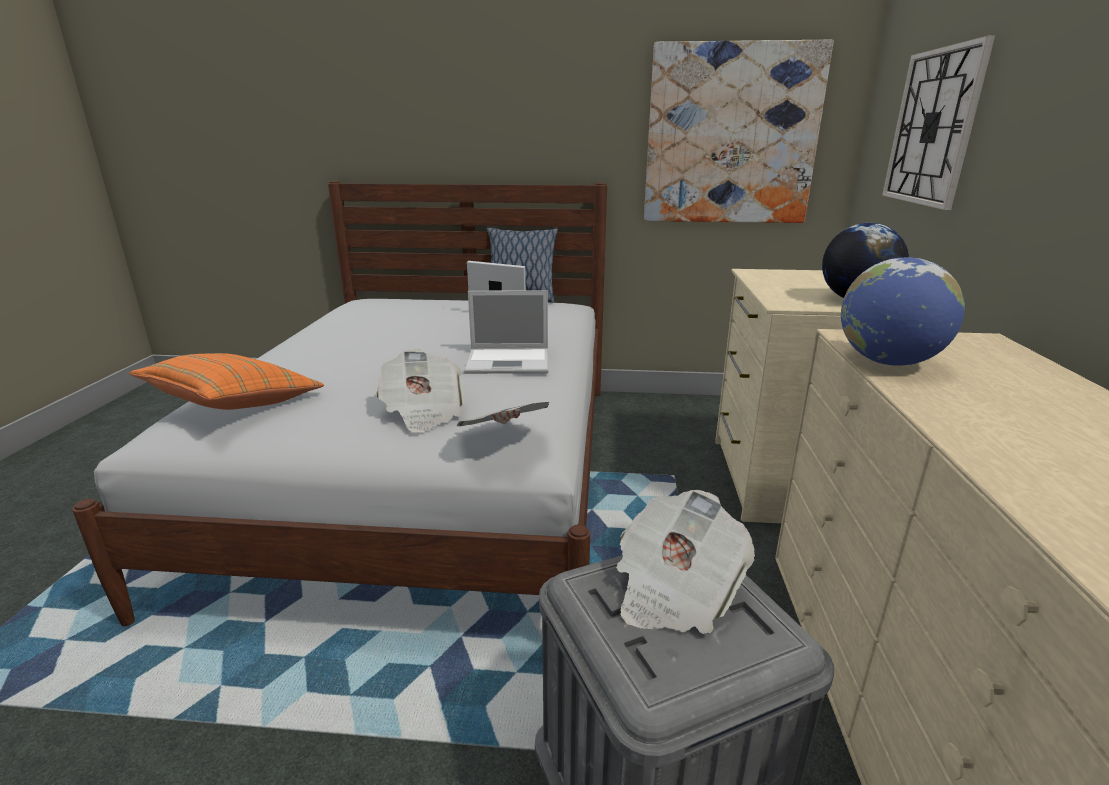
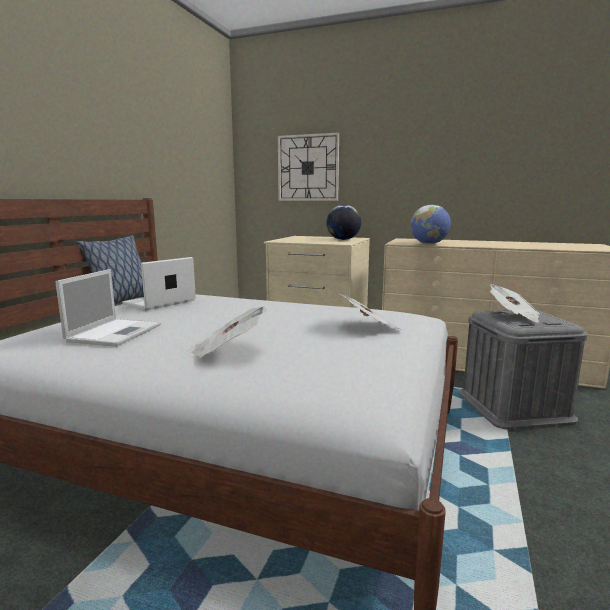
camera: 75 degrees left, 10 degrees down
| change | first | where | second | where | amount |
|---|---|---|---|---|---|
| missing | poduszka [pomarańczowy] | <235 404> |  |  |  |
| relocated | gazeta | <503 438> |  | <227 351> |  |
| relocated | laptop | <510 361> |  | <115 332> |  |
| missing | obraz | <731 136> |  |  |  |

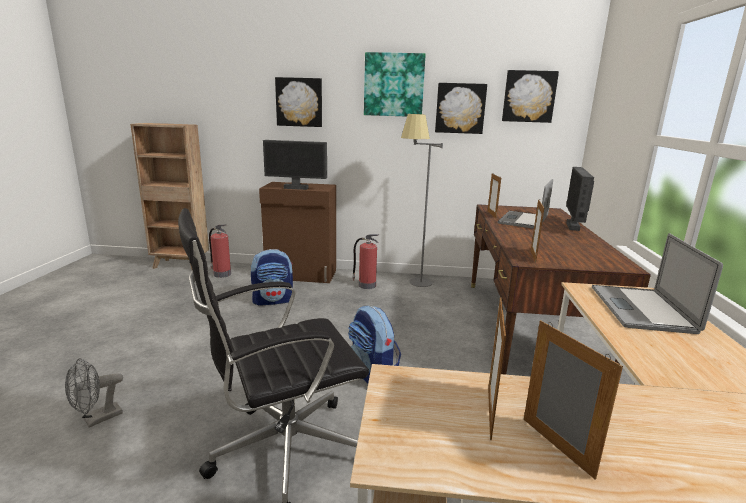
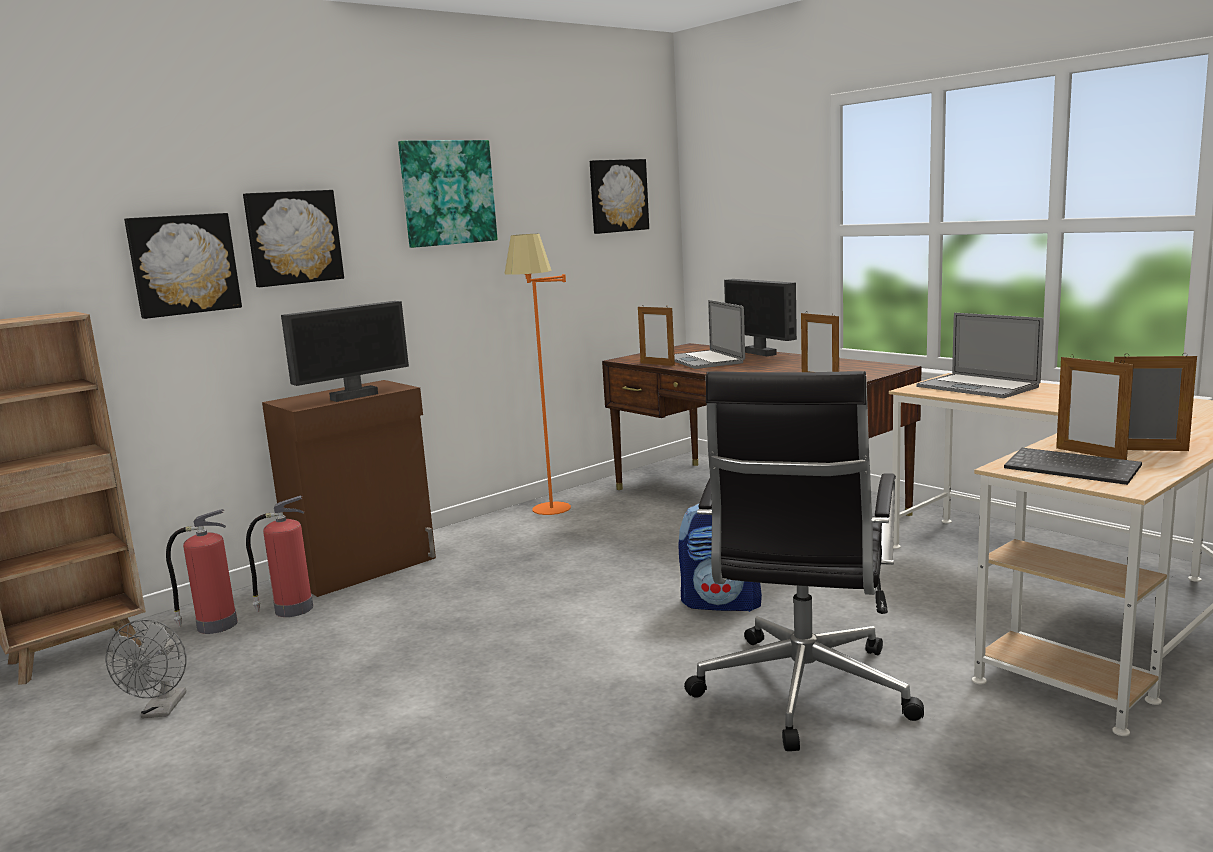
camera: 45 degrees left, 5 degrees down
| change | first | where | second | where | amount |
|---|---|---|---|---|---|
| relocated | wentylator [szary] | <97 419> |  | <161 710> |  |
| missing | plecak | <273 300> |  |  |  |
| relocated | gaśnica | <366 285> |  | <291 609> |  |
| colour | lampa stojąca [szary] | <413 285> | lampa stojąca [pomarańczowy] | <551 514> |  |
| relocated | obraz | <460 108> |  | <183 264> |  |
| appeared |  |  | klawiatura | <1073 469> |  |

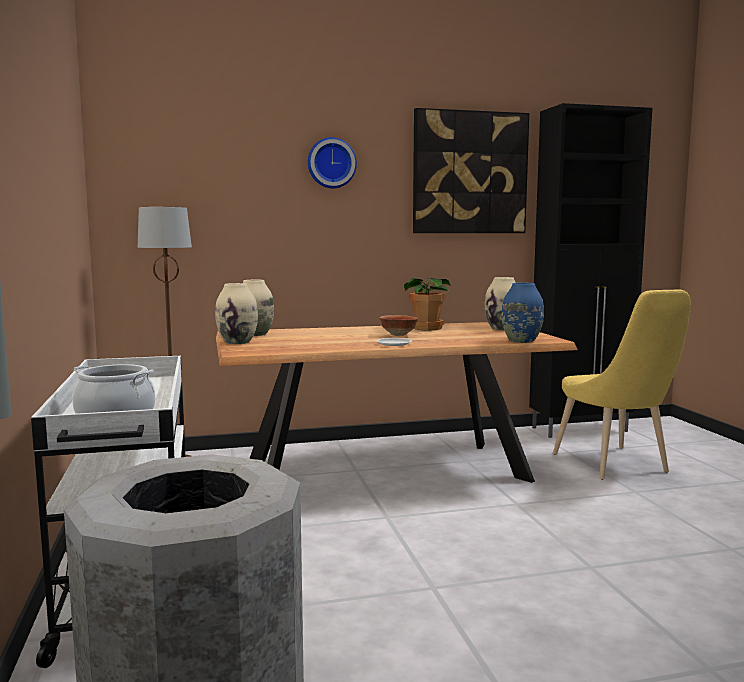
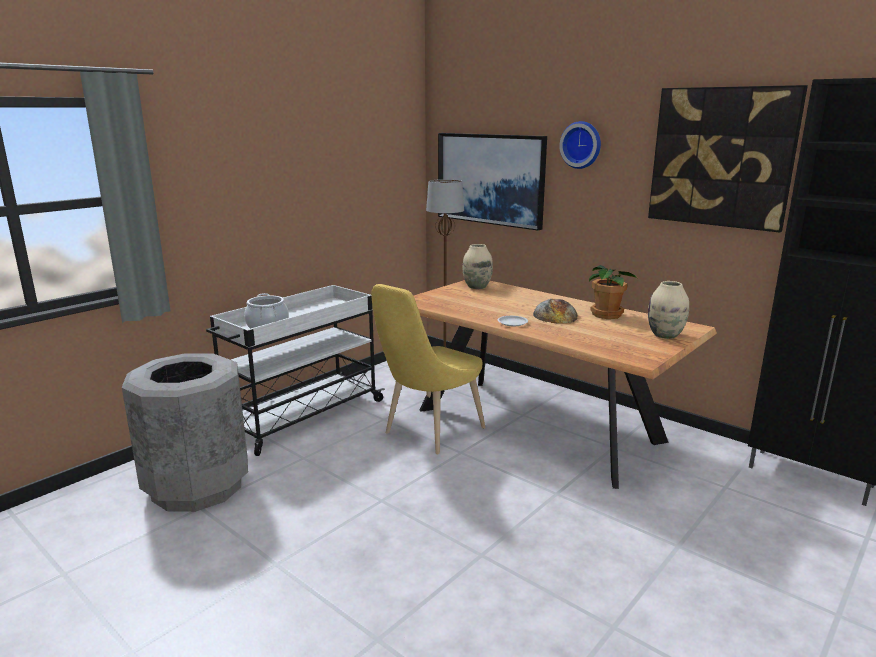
camera: 55 degrees right, 10 degrees up
| change | first | where | second | where | amount |
|---|---|---|---|---|---|
| missing | wazon [beżowy] | <237 342> |  |  |  |
| exchanged | miska | <398 335> | chleb | <555 315> |  |
| missing | wazon [niebieski] | <521 341> |  |  |  |
| relocated | krzesło [żółty] | <615 465> |  | <429 433> |  |
| appeared |  |  | obraz | <490 179> |  |

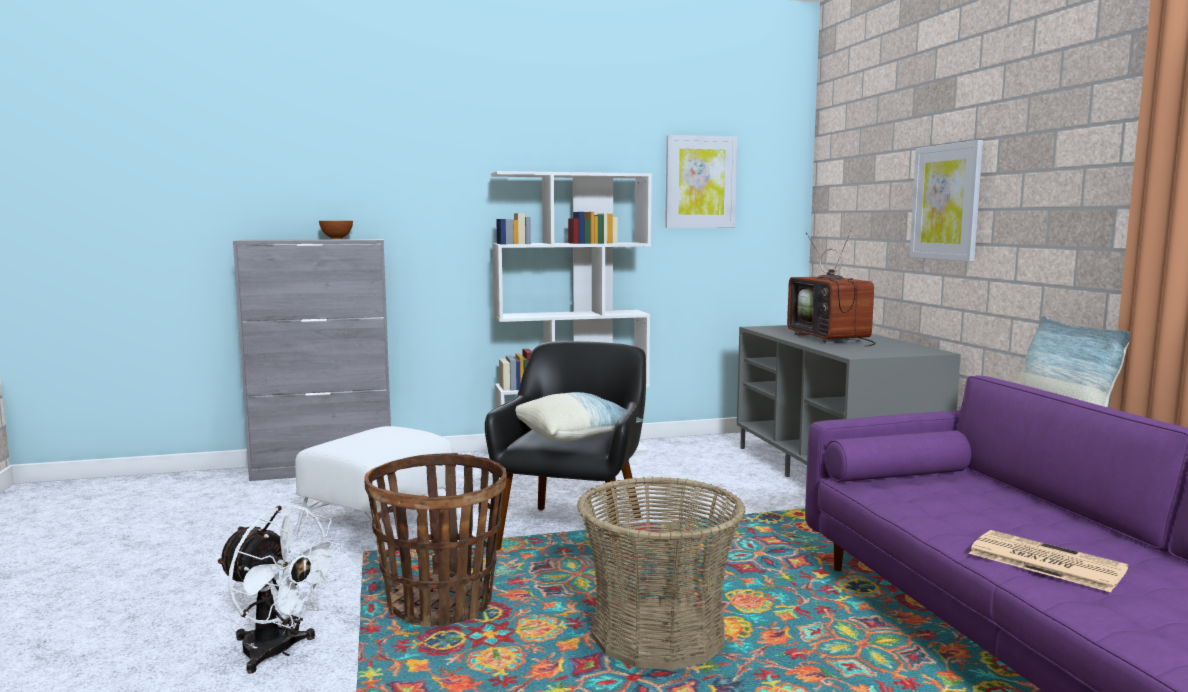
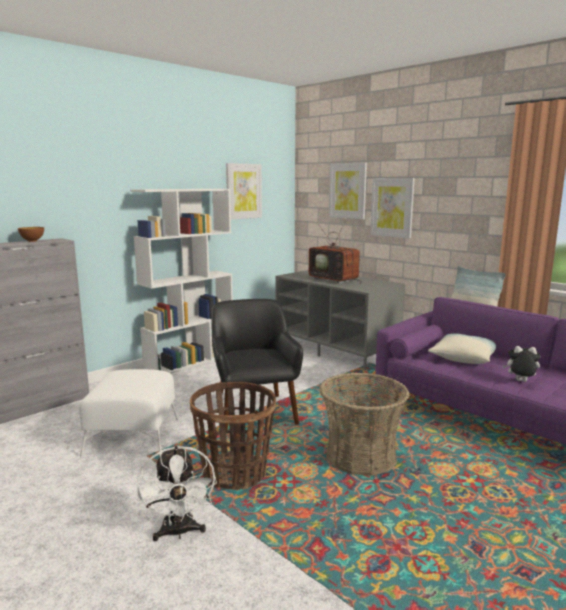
camera: 30 degrees left, 5 degrees up
| change | first | where | second | where | amount |
|---|---|---|---|---|---|
| spun | wentylator [biały] | <278 652> |  | <179 532> | 75 degrees clockwise |
| relocated | poduszka | <575 434> |  | <463 358> |  |
| exchanged | gazeta | <1043 561> | pluszak | <520 381> |  |
| appeared |  |  | obraz | <348 190> |  |

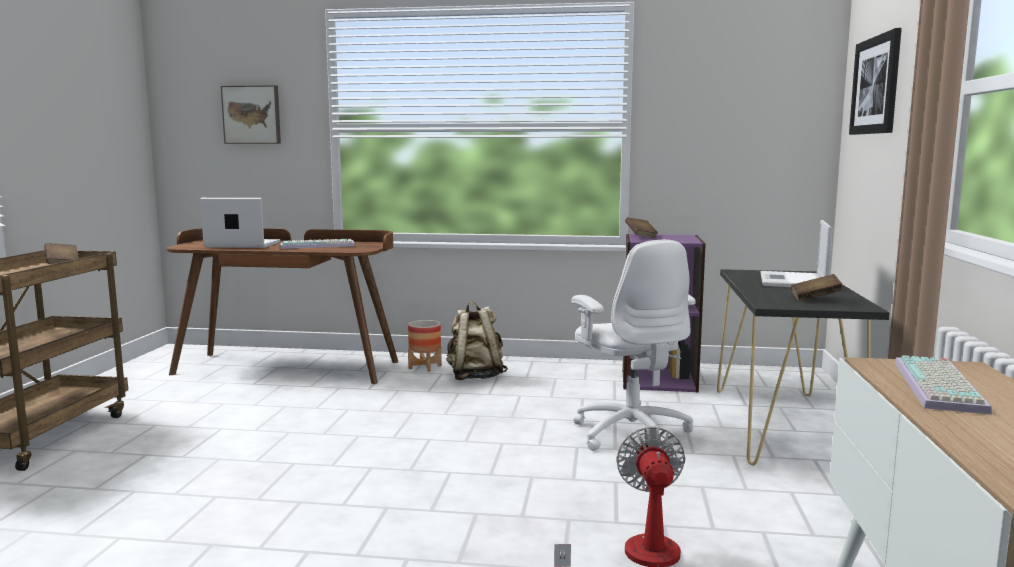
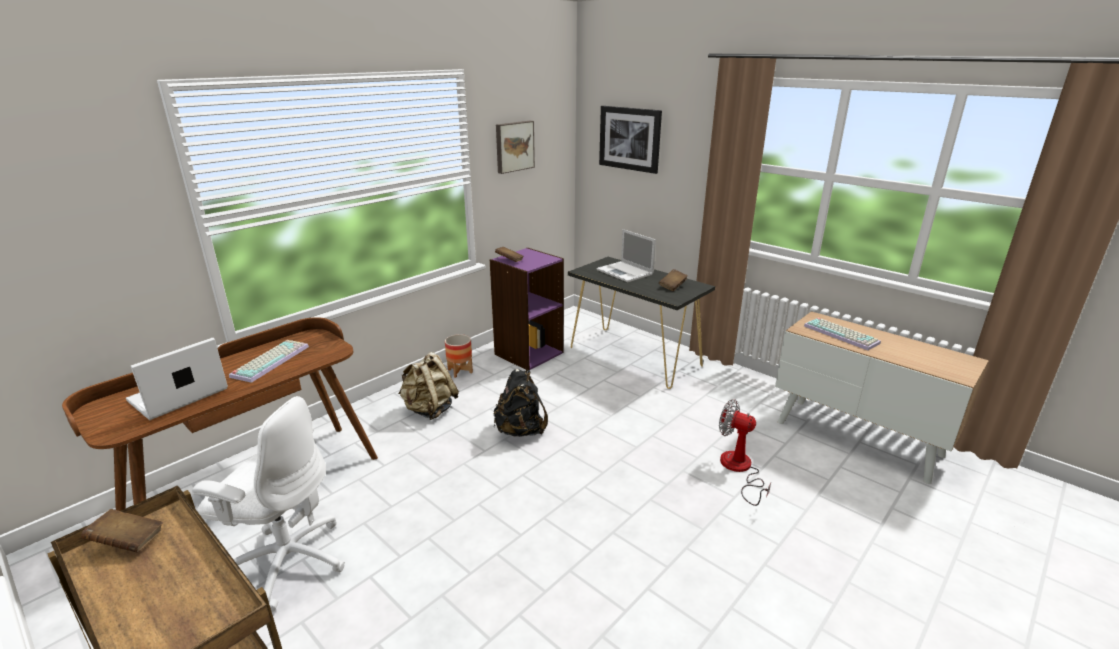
camera: 55 degrees left, 15 degrees up
| change | first | where | second | where | amount |
|---|---|---|---|---|---|
| relocated | obraz | <252 115> |  | <514 146> |  |
| relocated | donica | <425 367> |  | <460 371> |  |
| relocated | krzesło biurowe [biały] | <631 433> |  | <287 561> |  |
| appeared |  |  | plecak [czarny] | <520 430> |  |

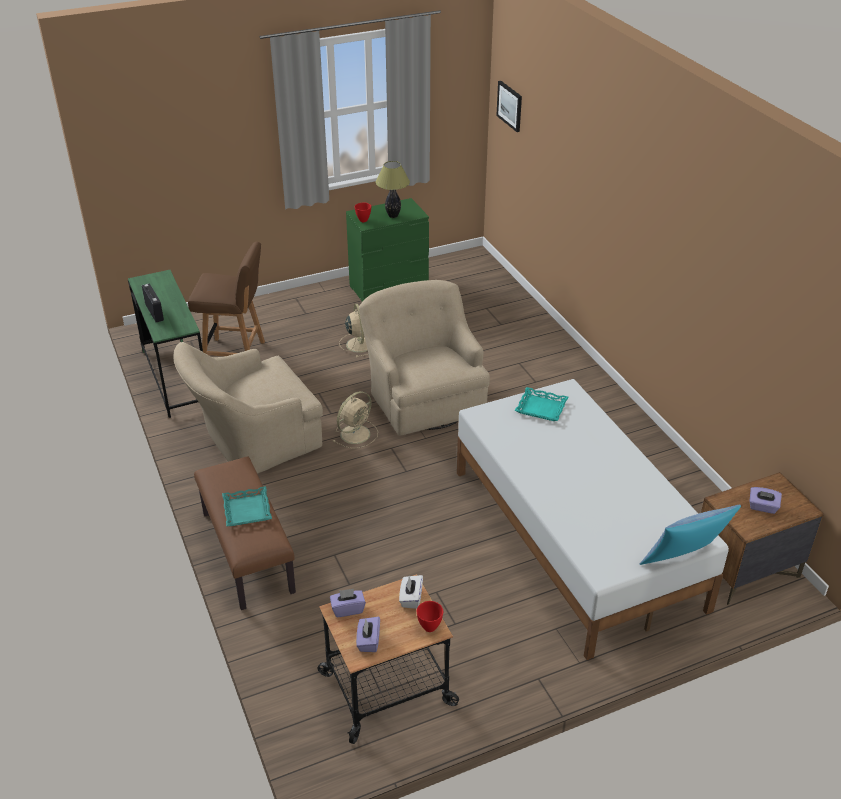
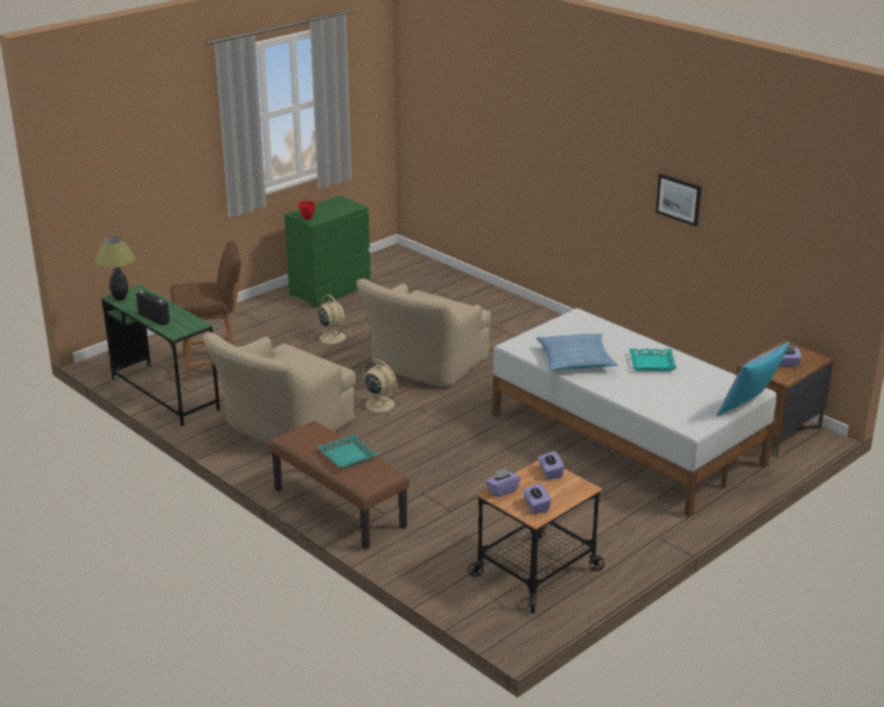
camera: 20 degrees left, 10 degrees down
| change | first | where | second | where | amount |
|---|---|---|---|---|---|
| spun | wentylator [beżowy] | <356 433> |  | <378 404> | 75 degrees counterclockwise |
| spun | fotel [beżowy] | <424 397> |  | <423 366> | 105 degrees counterclockwise |
| relocated | lampa stołowa | <393 215> |  | <120 298> |  |
| colour | pudełko chusteczek [biały] | <411 598> | pudełko chusteczek [fioletowy] | <550 473> |  |
| missing | miska [czerwony] | <429 627> |  |  |  |
| relocated | obraz | <510 106> |  | <679 199> |  |
| relocated | taca [turkusowy] | <541 408> |  | <652 363> |  |
| appeared |  |  | poduszka | <575 360> |  |

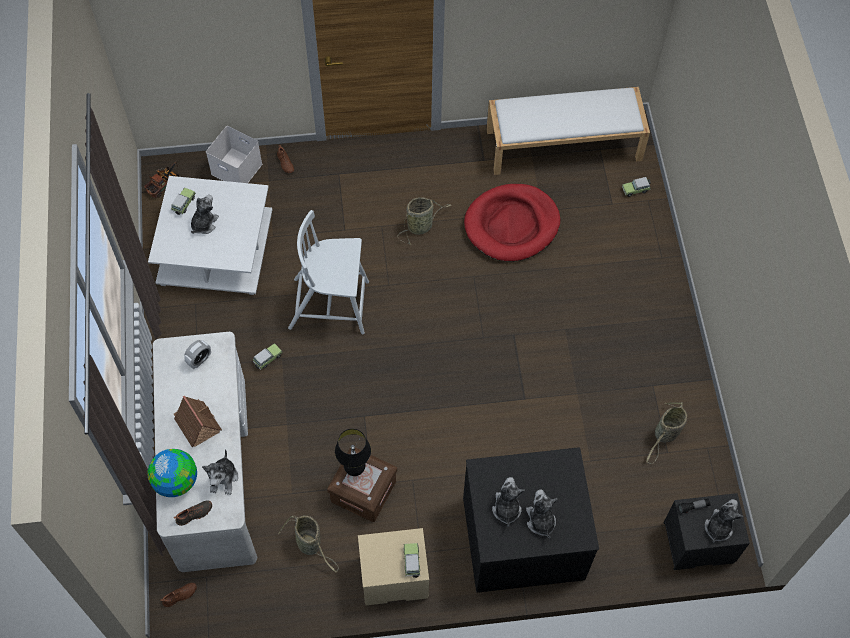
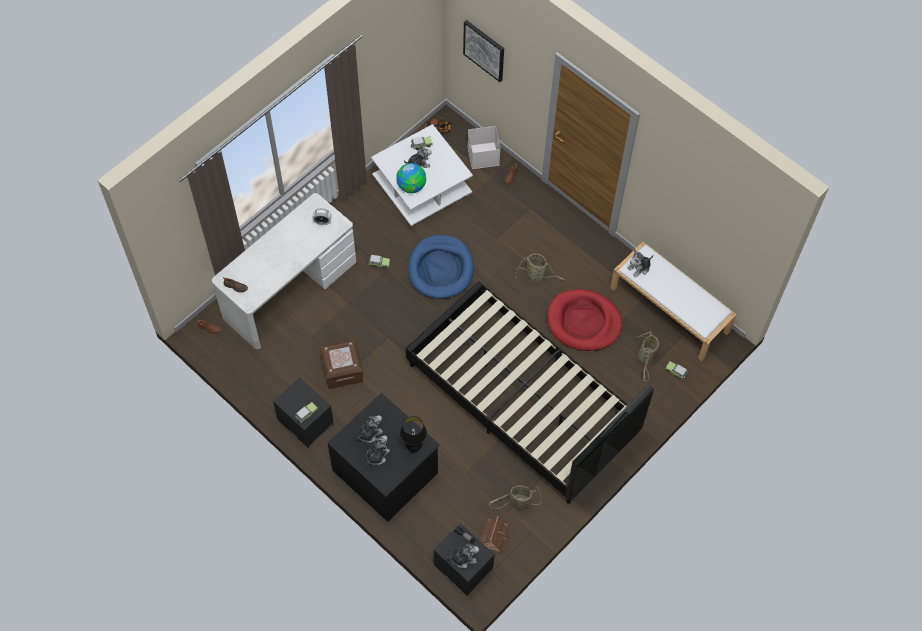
camera: 50 degrees right, 0 degrees up
| change | first | where | second | where | amount |
|---|---|---|---|---|---|
| relocated | globus | <176 481> |  | <411 186> |  |
| relocated | domek | <197 424> |  | <493 536> |  |
| relocated | pluszak | <223 478> |  | <639 268> |  |
| relocated | koszyk | <310 544> |  | <646 358> |  |
| exchanged | krzesło [biały] | <331 305> | legowisko [niebieski] | <441 269> |  |
| relocated | lampa stołowa [czarny] | <355 469> |  | <414 447> |  |
| colour | szafka nocna [beżowy] | <393 578> | szafka nocna [czarny] | <305 422> |  |
| appeared |  |  | łóżko [czarny] | <522 400> |  |
| appeared |  |  | obraz | <484 50> |  |

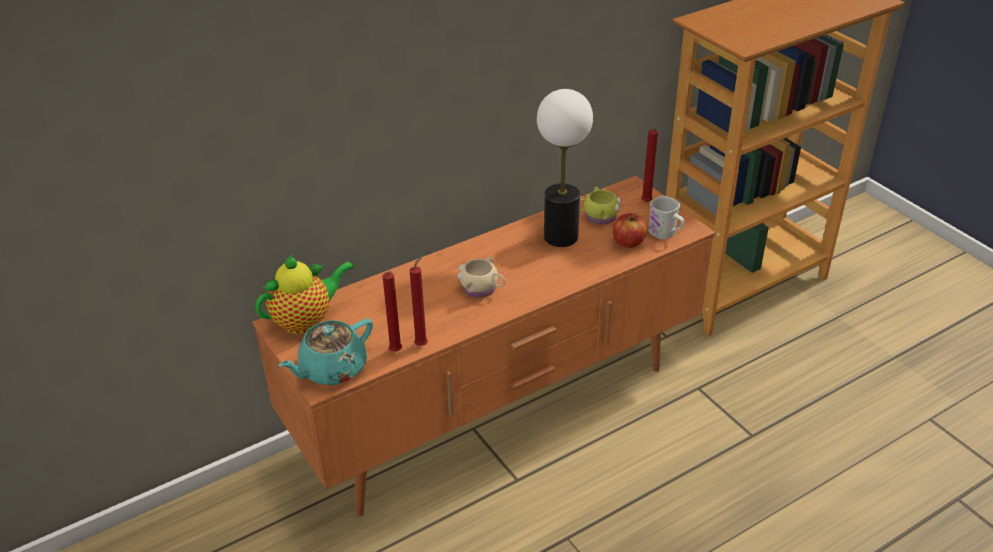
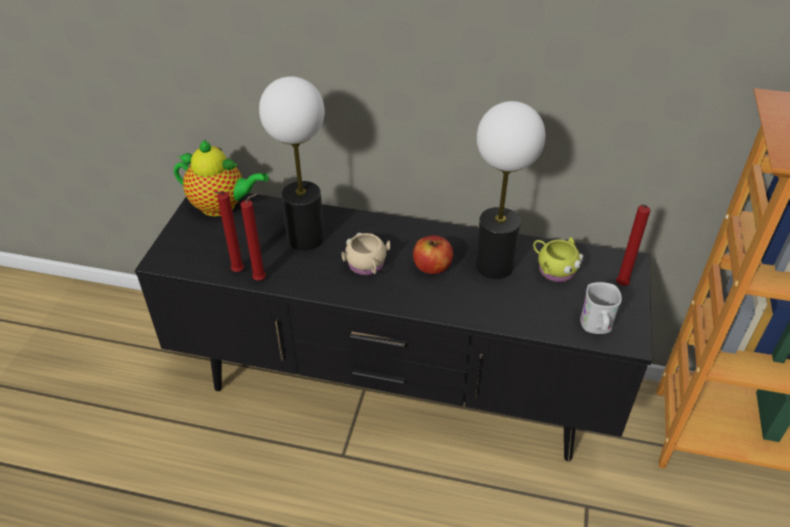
camera: 45 degrees right, 5 degrees up
| change | first | where | second | where | amount |
|---|---|---|---|---|---|
| colour | szafka pod telewizor [pomarańczowy] | <498 414> | szafka pod telewizor [czarny] | <394 392> |  |
| missing | imbryk [turkusowy] | <332 369> |  |  |  |
| relocated | jabłko | <628 242> |  | <432 267> |  |
| appeared |  |  | lampa stołowa | <305 237> |  |

